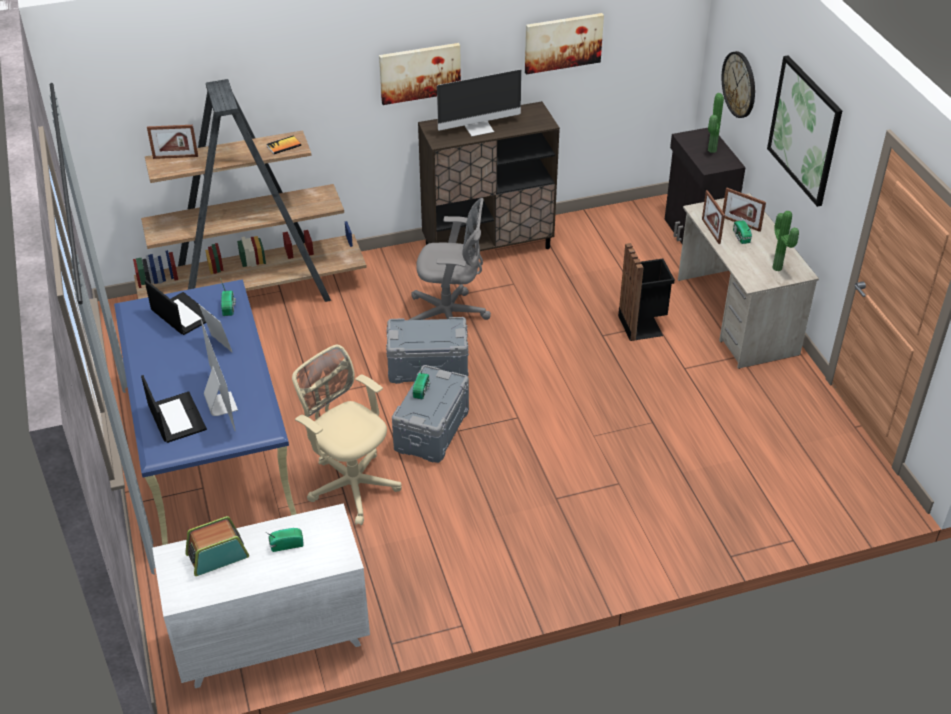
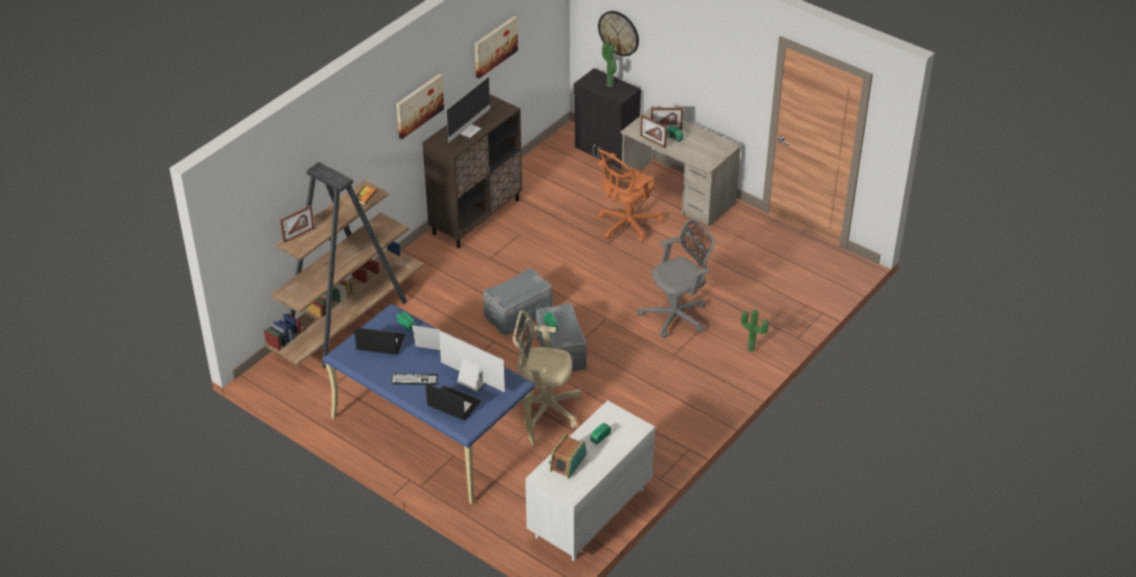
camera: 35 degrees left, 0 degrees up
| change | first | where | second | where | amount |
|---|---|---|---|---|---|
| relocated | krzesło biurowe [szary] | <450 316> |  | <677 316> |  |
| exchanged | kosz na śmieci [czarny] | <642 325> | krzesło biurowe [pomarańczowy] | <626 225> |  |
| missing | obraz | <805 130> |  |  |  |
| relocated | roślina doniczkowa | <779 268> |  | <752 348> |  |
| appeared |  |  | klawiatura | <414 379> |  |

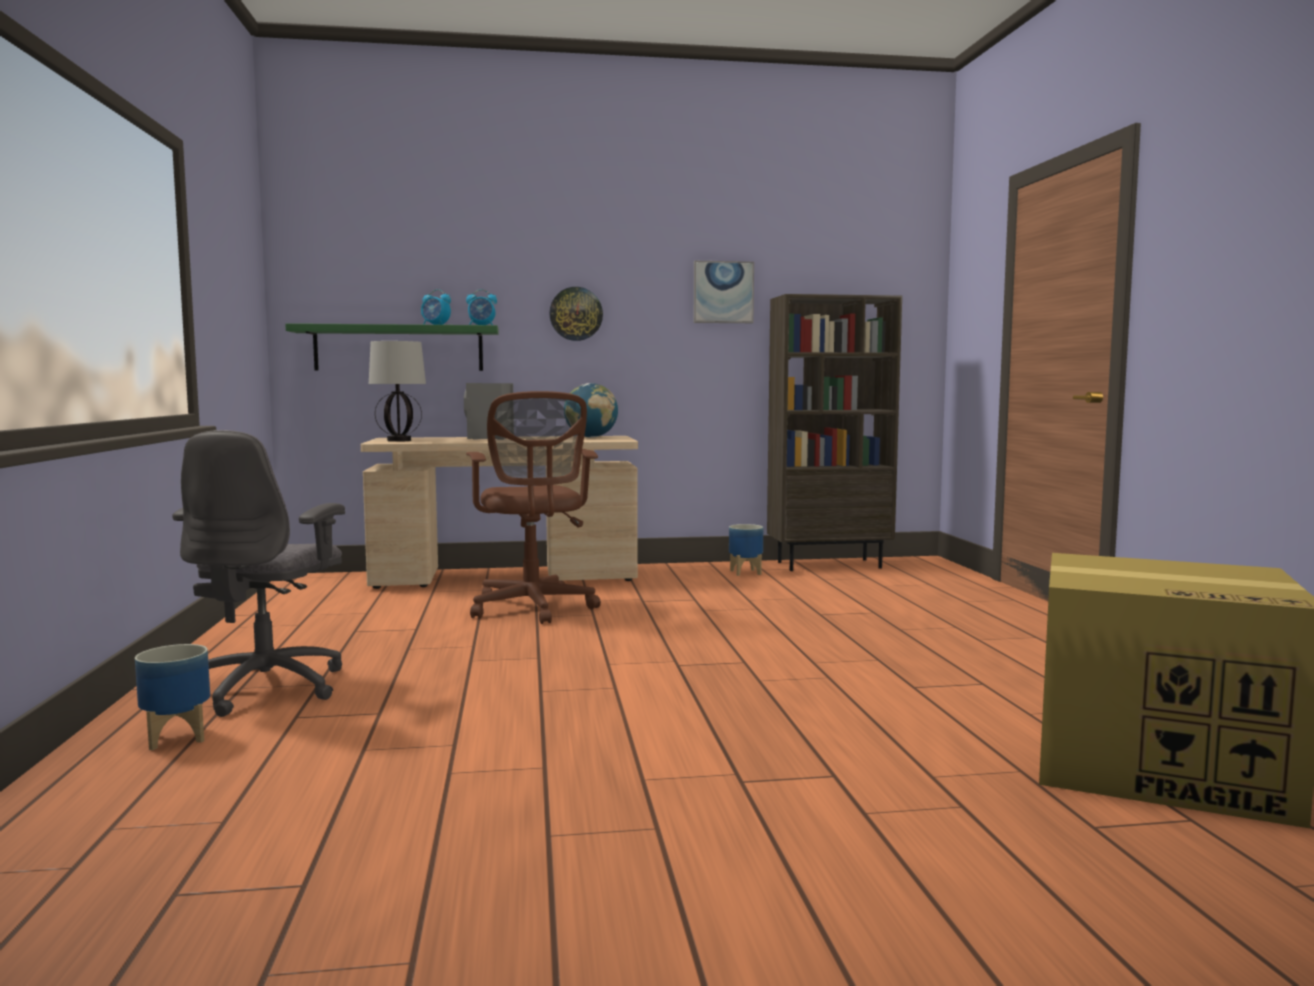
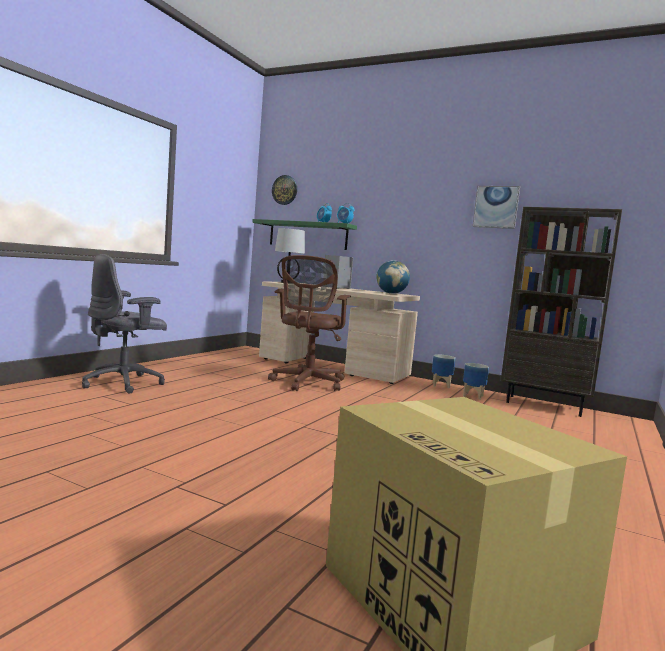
camera: 35 degrees right, 0 degrees up
| change | first | where | second | where | amount |
|---|---|---|---|---|---|
| relocated | donica | <178 738> |  | <441 385> |  |
| relocated | zegar ścienny | <576 314> |  | <285 190> |  |

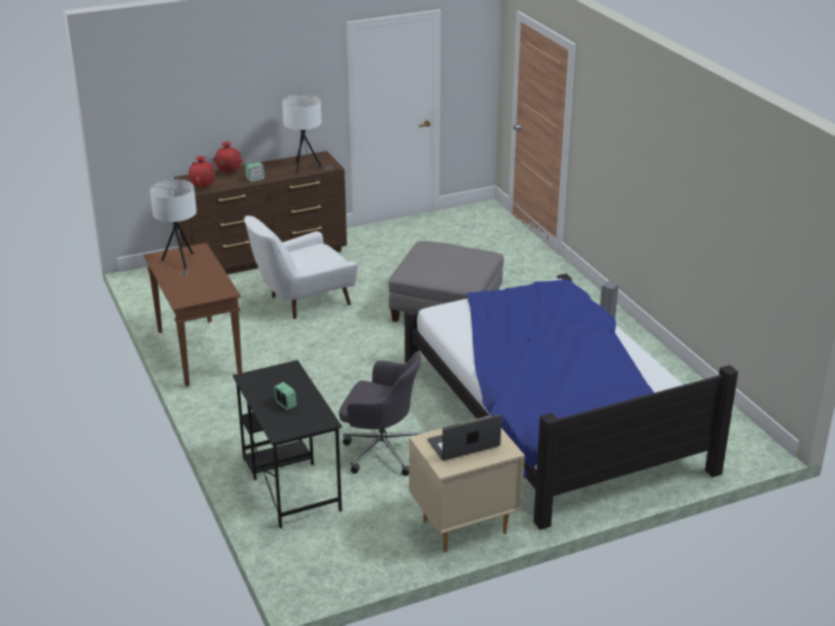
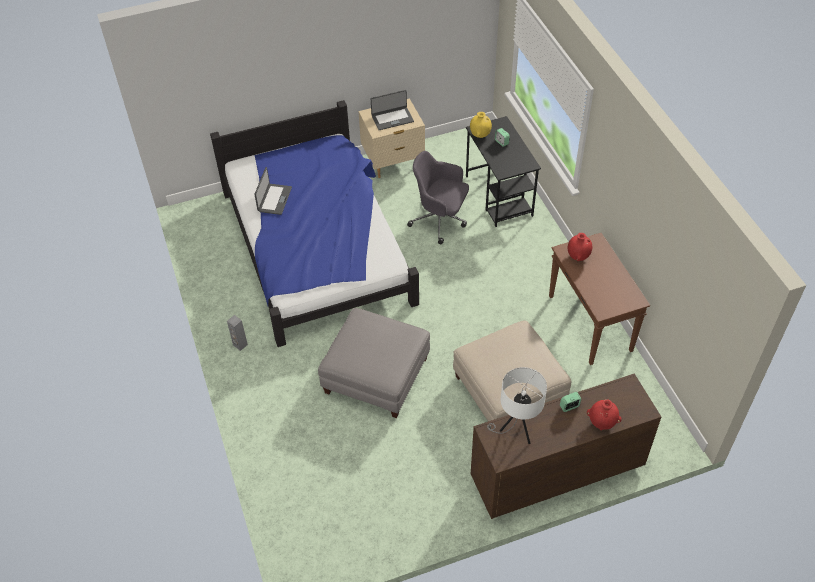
camera: 175 degrees left, 20 degrees up
| change | first | where | second | where | amount |
|---|---|---|---|---|---|
| missing | lampa stołowa [biały] | <180 262> |  |  |  |
| relocated | wazon [czerwony] | <203 187> |  | <578 256> |  |
| exchanged | fotel [biały] | <302 302> | pufa [beżowy] | <509 390> |  |
| appeared |  |  | laptop | <274 199> |  |
| appeared |  |  | wazon [żółty] | <480 135> |  |

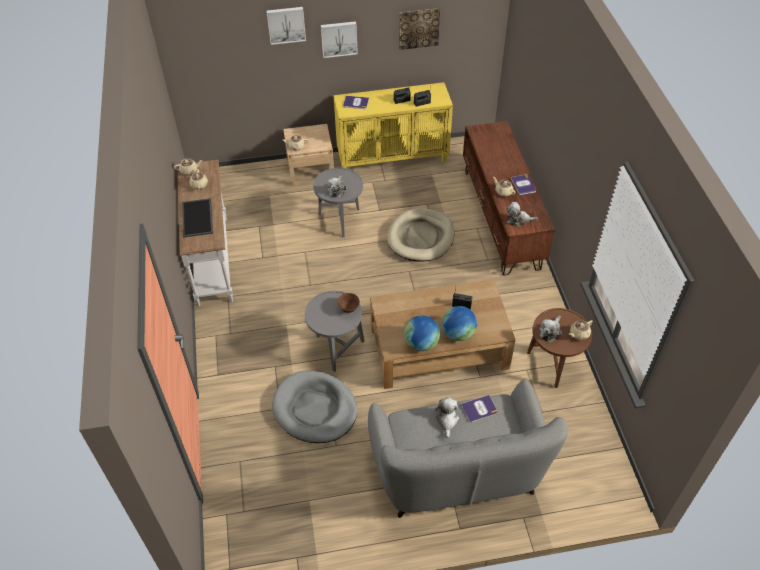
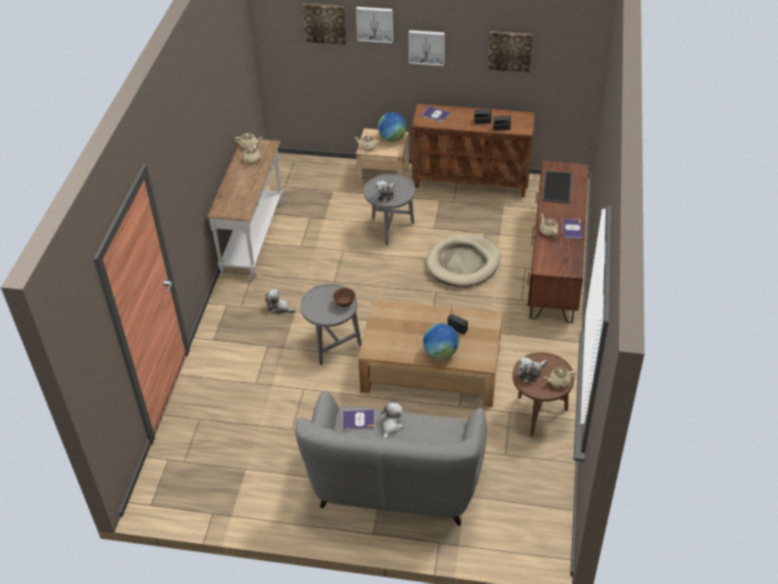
camera: 20 degrees right, 5 degrees down
| change | first | where | second | where | amount |
|---|---|---|---|---|---|
| relocated | taca | <198 218> |  | <558 187> |  |
| missing | legowisko [szary] | <315 409> |  |  |  |
| colour | szafka [żółty] | <393 157> | szafka [brązowy] | <471 181> |  |
| relocated | globus | <421 343> |  | <392 138> |  |
| relocated | książka | <479 409> |  | <358 420> |  |
| relocated | pluszak | <518 220> |  | <279 308> |  |
| appeared |  |  | obraz | <325 23> |  |

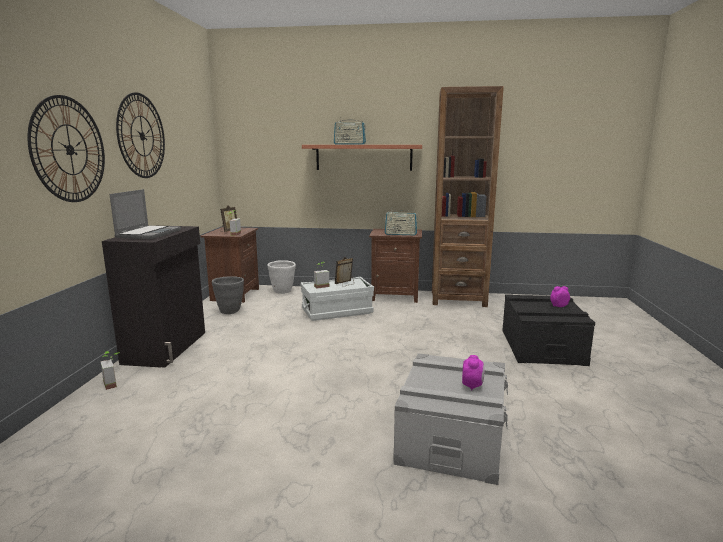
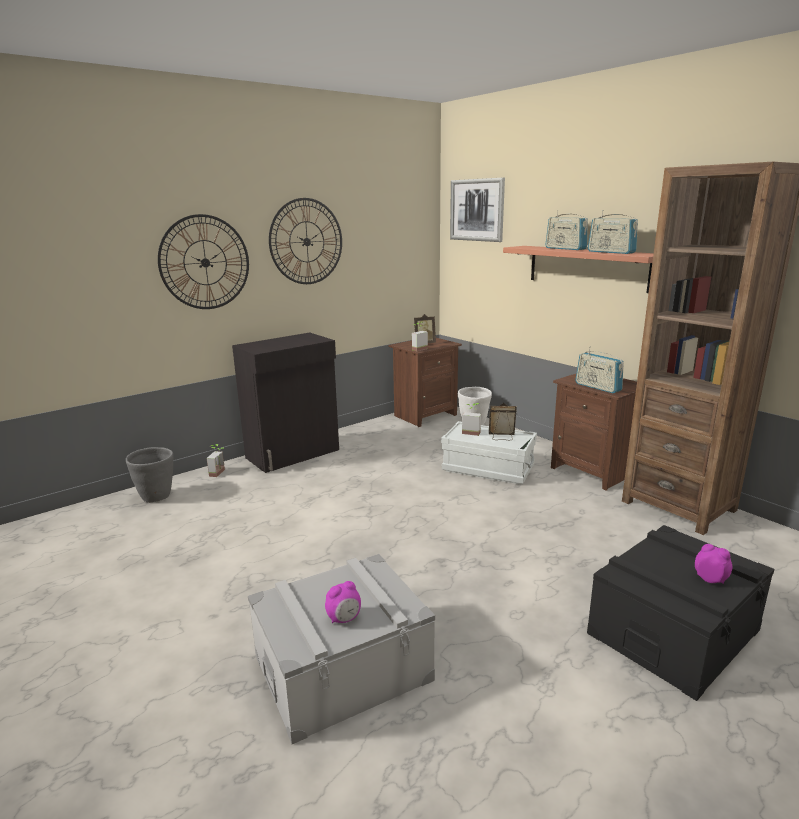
camera: 45 degrees right, 5 degrees up
| change | first | where | second | where | amount |
|---|---|---|---|---|---|
| missing | laptop | <148 233> |  |  |  |
| relocated | donica [szary] | <230 311> |  | <157 497> |  |
| appeared |  |  | obraz | <477 210> |  |
| appeared |  |  | radio | <611 252> |  |

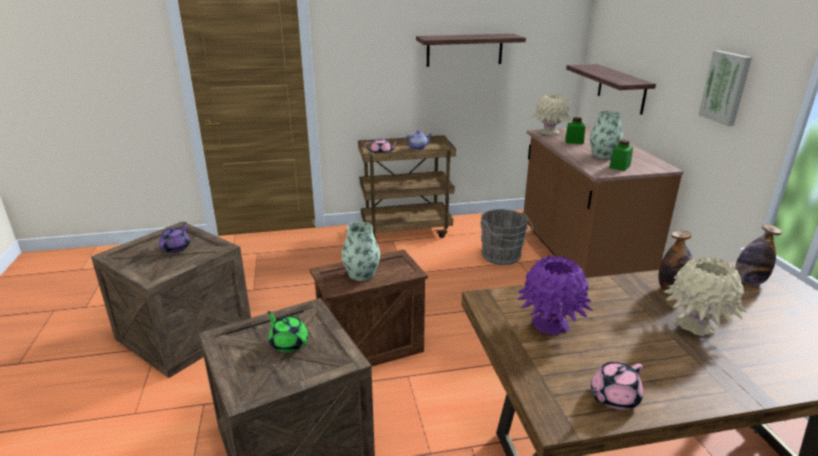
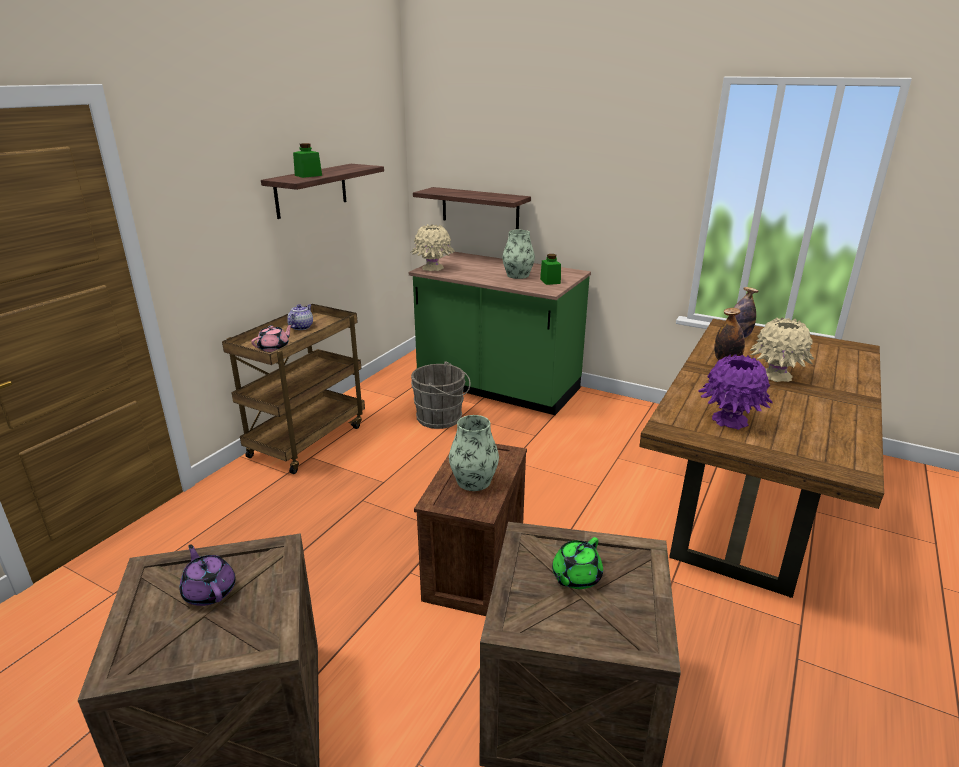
camera: 50 degrees left, 0 degrees up
| change | first | where | second | where | amount |
|---|---|---|---|---|---|
| spun | imbryk [zielony] | <288 343> |  | <575 577> | 45 degrees counterclockwise |
| colour | zabudowa kuchenna [brązowy] | <579 257> | zabudowa kuchenna [zielony] | <498 388> |  |
| relocated | słoik [zielony] | <574 141> |  | <308 175> |  |
| missing | imbryk [różowy] | <613 397> |  |  |  |
| missing | obraz | <726 87> |  |  |  |

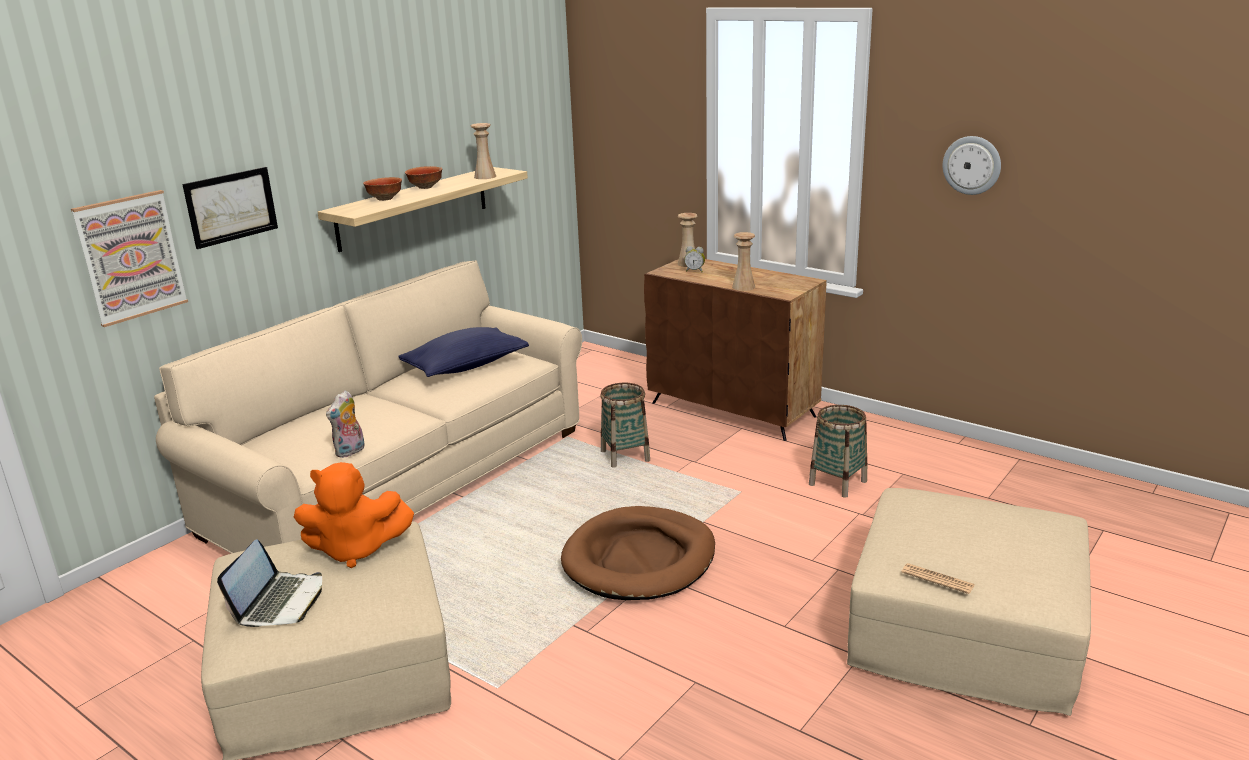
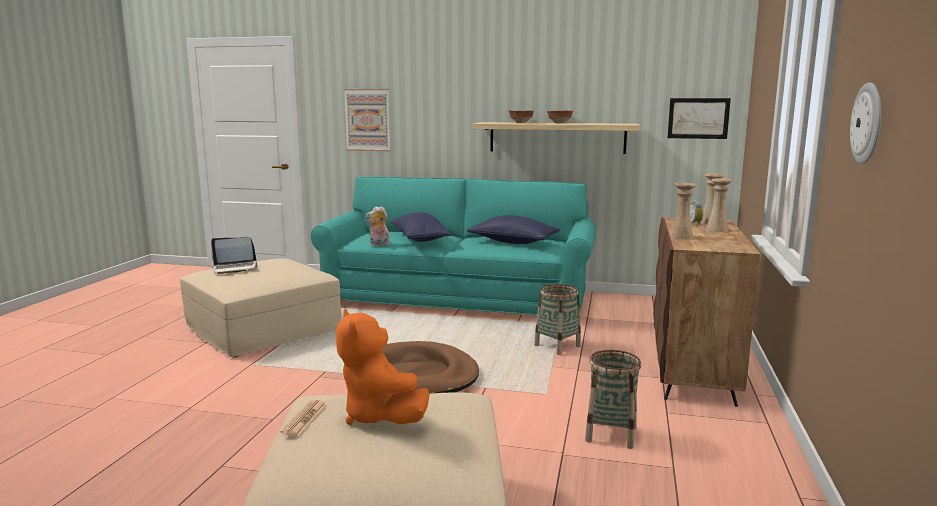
camera: 65 degrees right, 10 degrees down
| change | first | where | second | where | amount |
|---|---|---|---|---|---|
| colour | kanapa [beżowy] | <401 479> | kanapa [turkusowy] | <459 299> |  |
| relocated | obraz | <231 206> |  | <698 118> |  |
| relocated | pluszak [pomarańczowy] | <355 550> |  | <380 416> |  |
| relocated | wazon [beżowy] | <485 176> |  | <717 230> |  |
| appeared |  |  | poduszka [niebieski] | <419 239> |  |

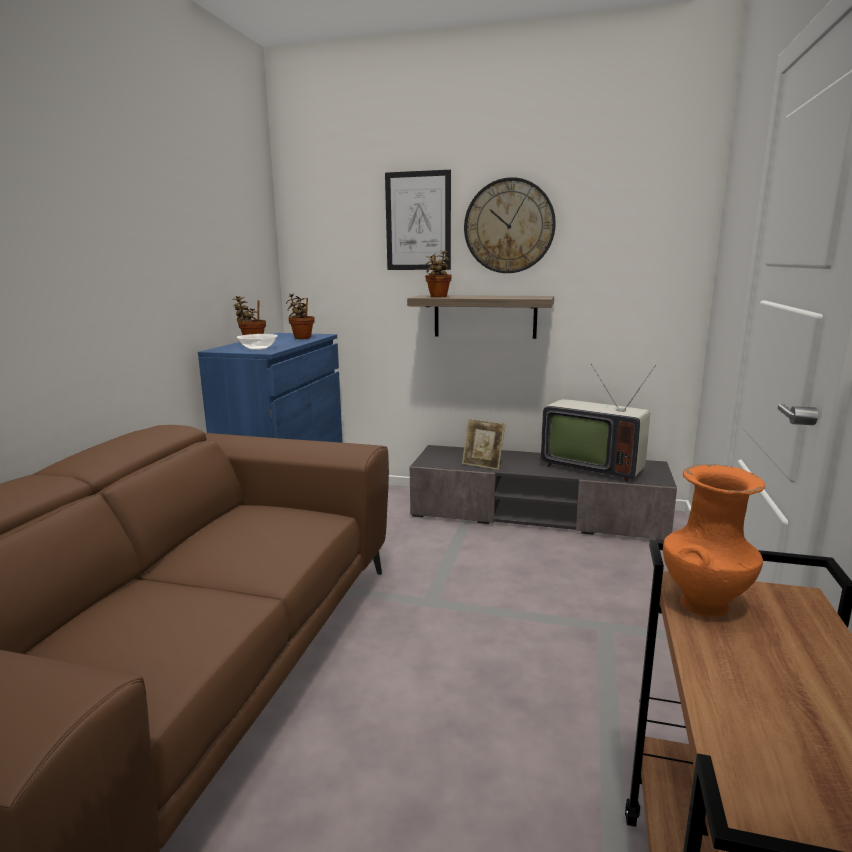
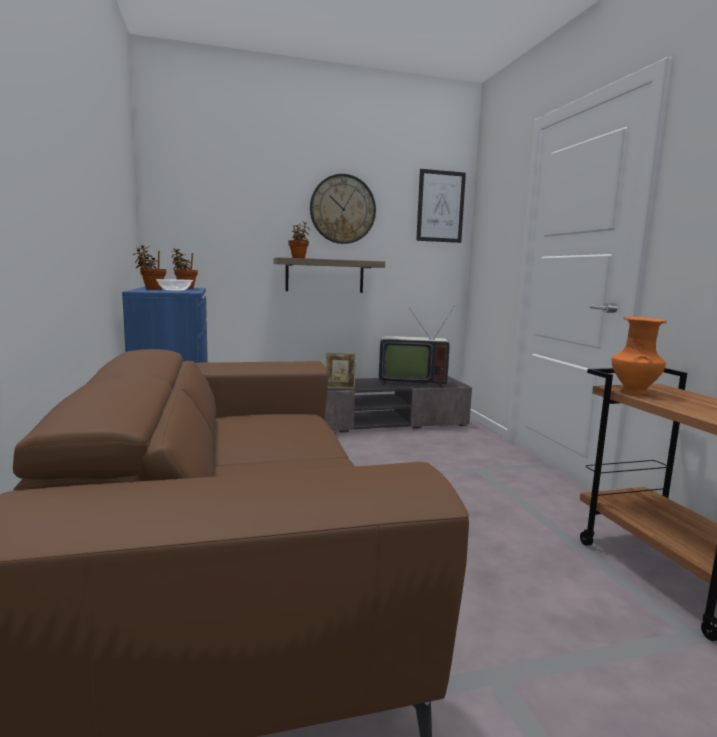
camera: 30 degrees left, 5 degrees down
| change | first | where | second | where | amount |
|---|---|---|---|---|---|
| relocated | obraz | <418 221> |  | <440 206> |  |

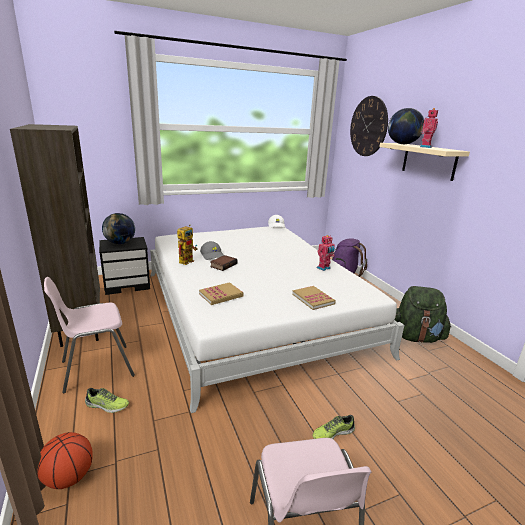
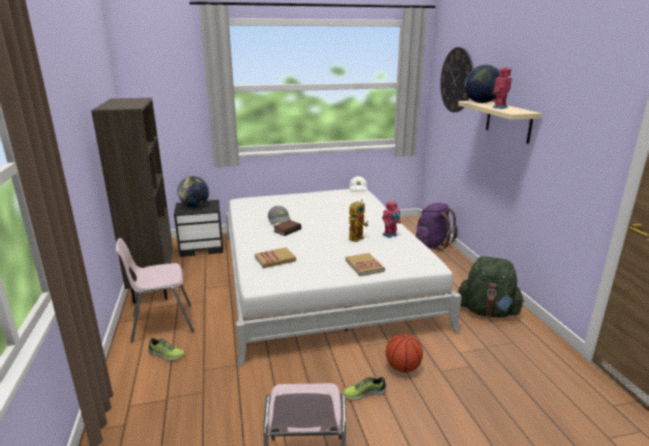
camera: 10 degrees right, 0 degrees up
| change | first | where | second | where | amount |
|---|---|---|---|---|---|
| relocated | piłka do koszykówki | <69 477> |  | <402 367> |  |
| relocated | robot zabawkowy | <187 260> |  | <357 237> |  |

